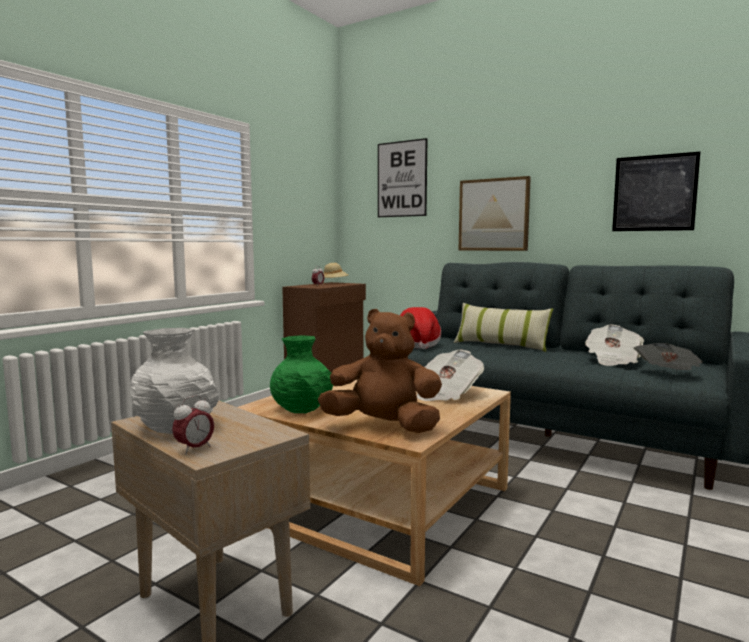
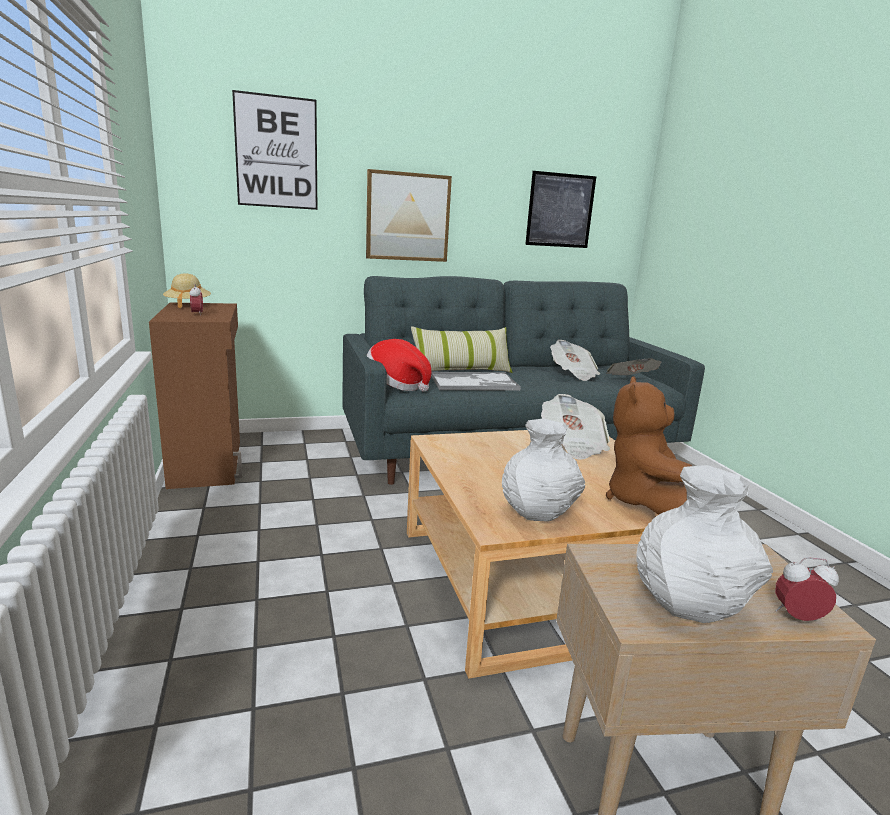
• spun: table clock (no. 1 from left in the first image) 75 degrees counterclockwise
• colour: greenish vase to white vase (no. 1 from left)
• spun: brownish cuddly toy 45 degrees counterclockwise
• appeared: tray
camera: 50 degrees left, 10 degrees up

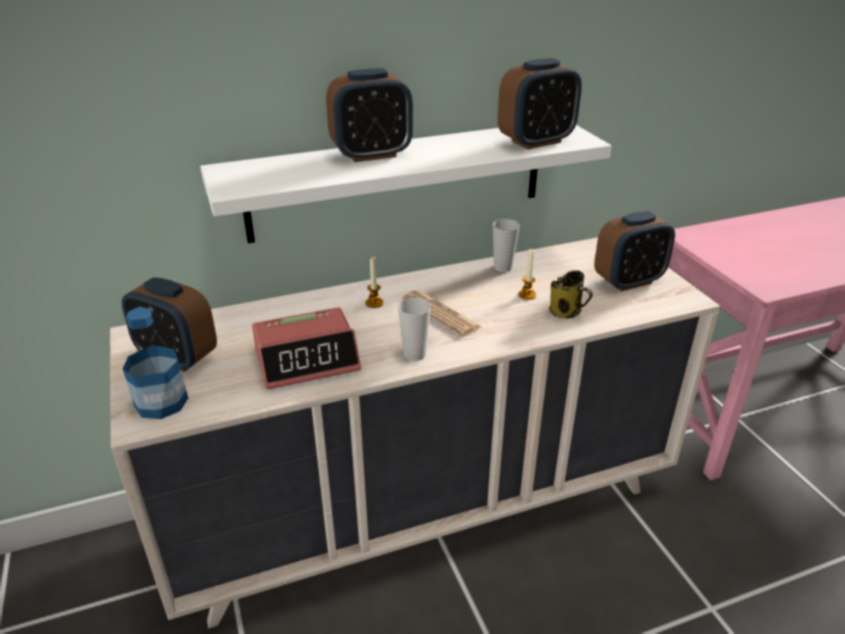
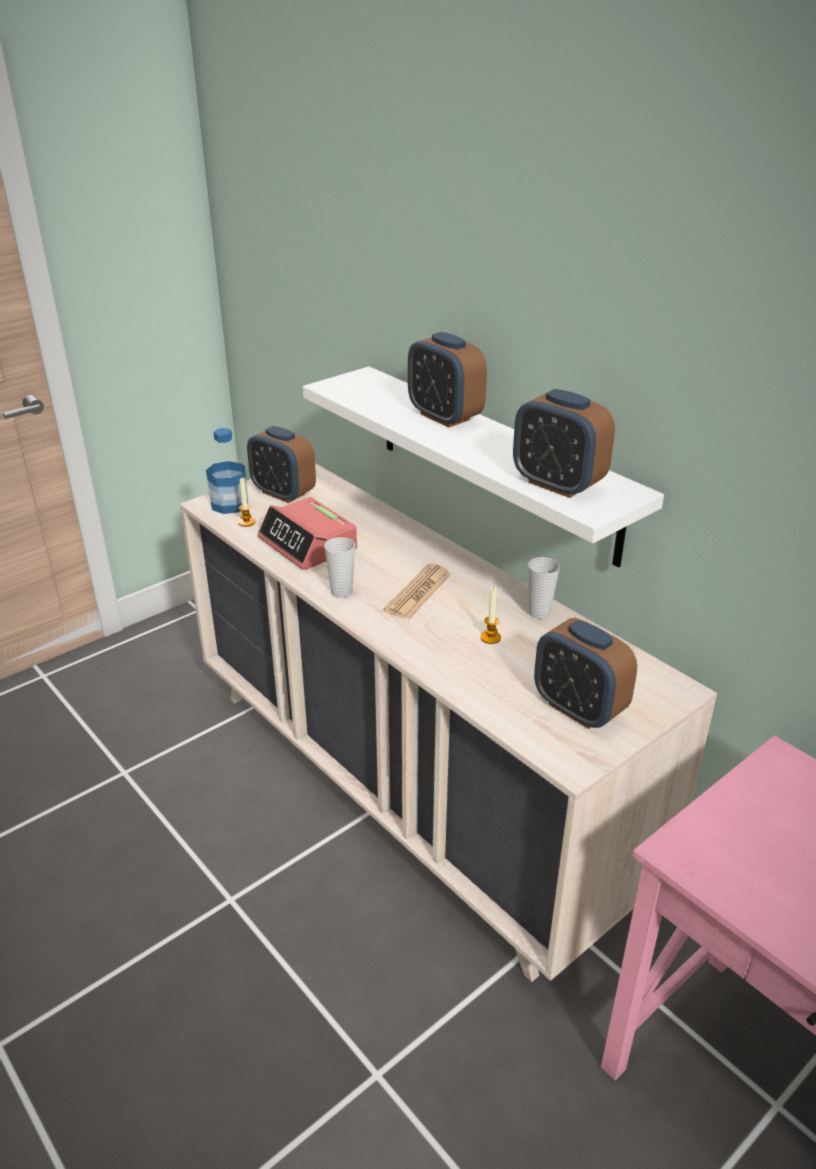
• spun: table clock (no. 1 from left) 60 degrees counterclockwise
• relocated: wax candle (no. 1 from left)
• missing: coffee mug
camera: 70 degrees right, 0 degrees up

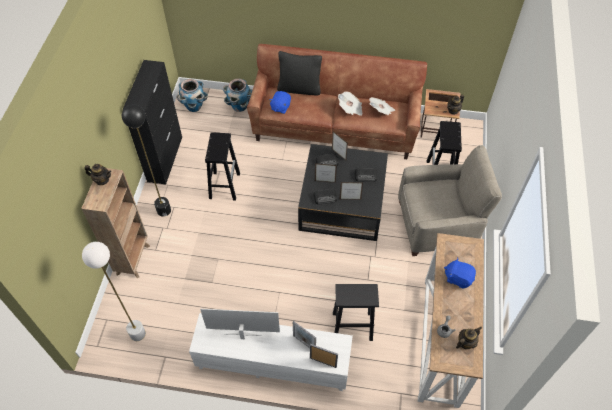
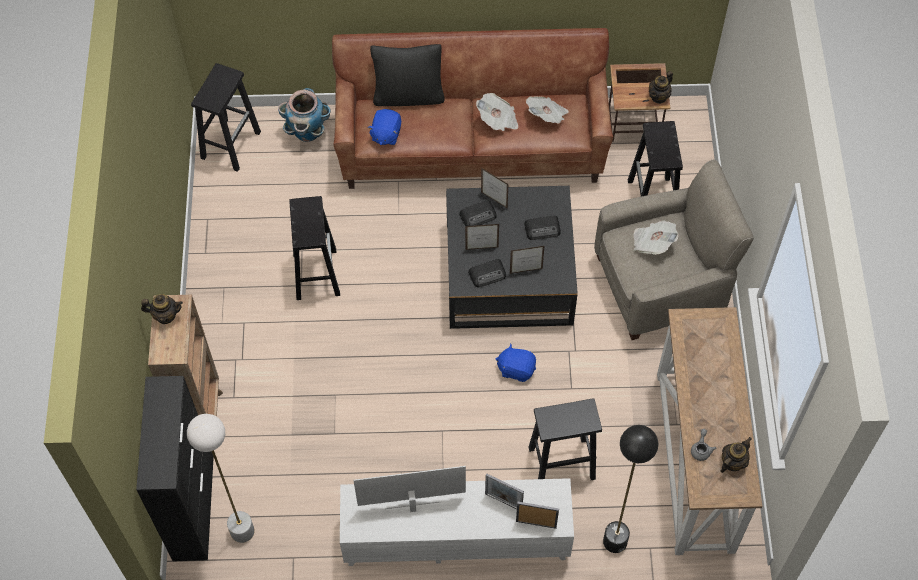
• relocated: black floor lamp
• relocated: black cupboard
• exchanged: planter (no. 1 from left) to black sitting stool (no. 1 from left)
• relocated: blue-coloured cuddly toy (no. 2 from left)
• appeared: newspaper (no. 3 from left)
camera: 10 degrees left, 5 degrees up

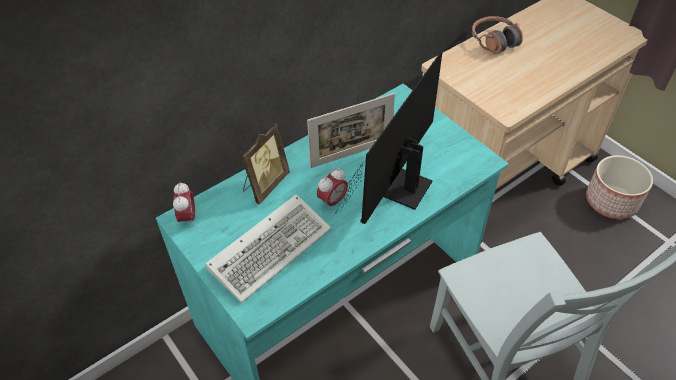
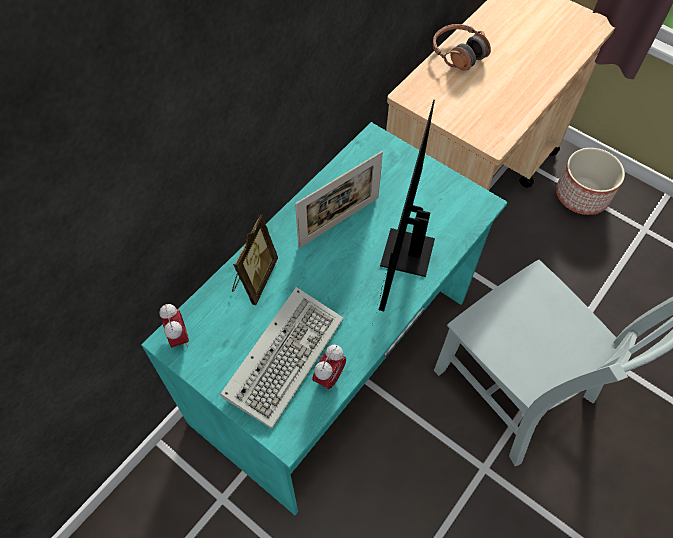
• relocated: table clock (no. 2 from left)
camera: 15 degrees left, 10 degrees up

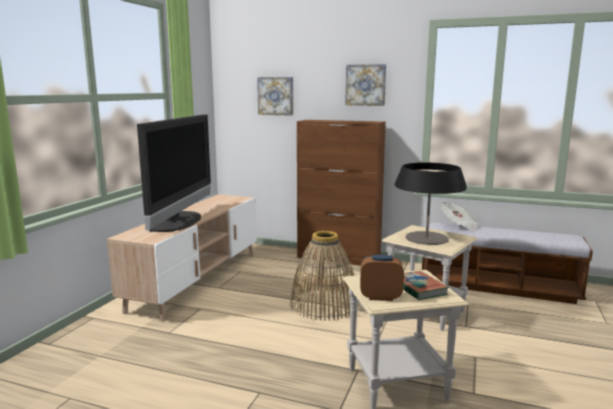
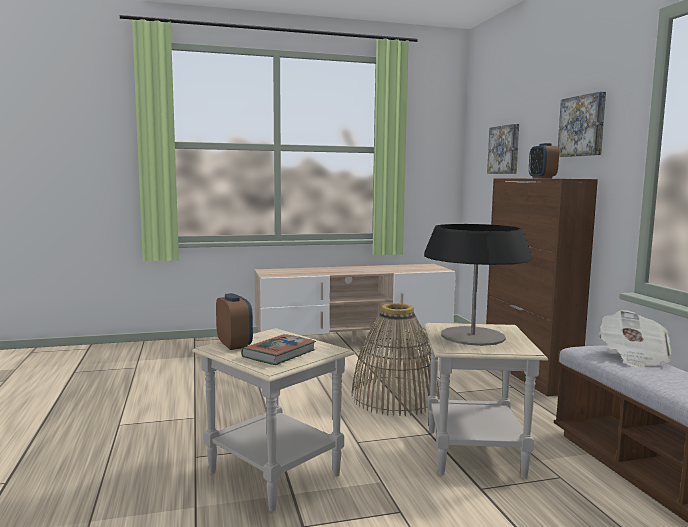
• missing: TV
• appeared: table clock (no. 2 from left)
camera: 55 degrees right, 5 degrees down

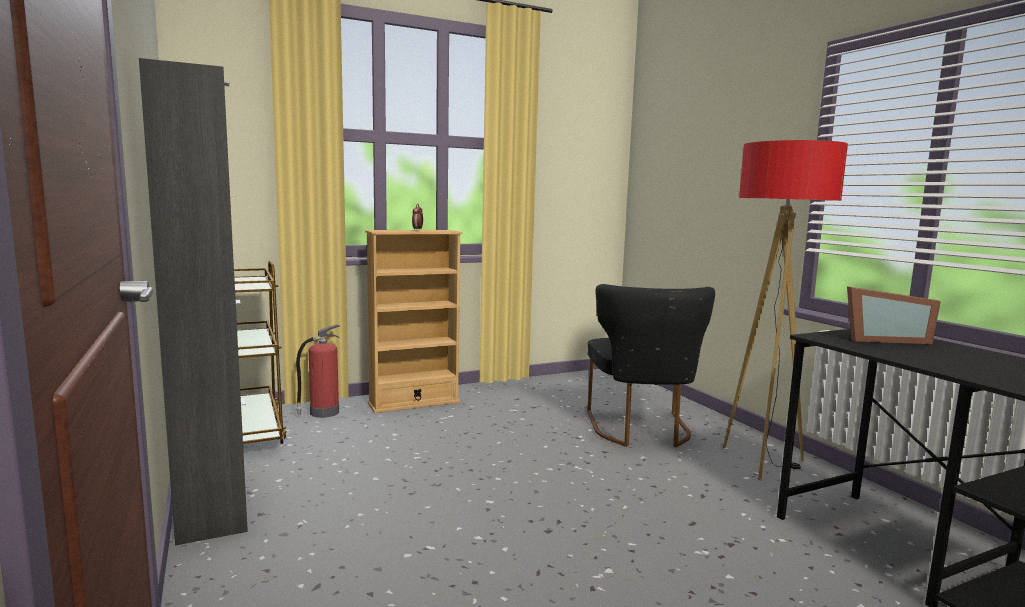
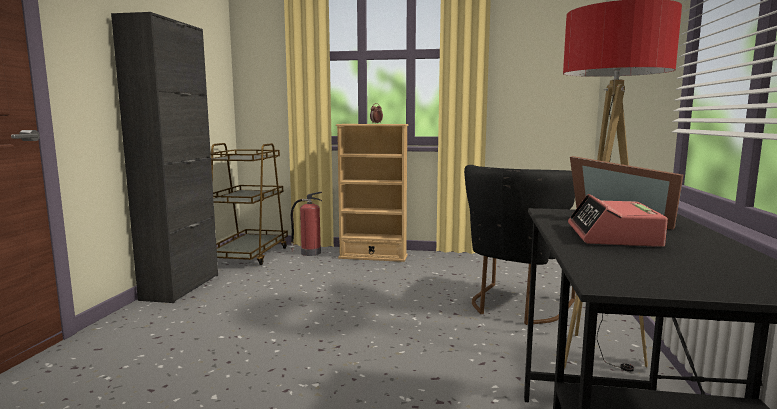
• appeared: table clock (no. 2 from left)
camera: 35 degrees right, 0 degrees up

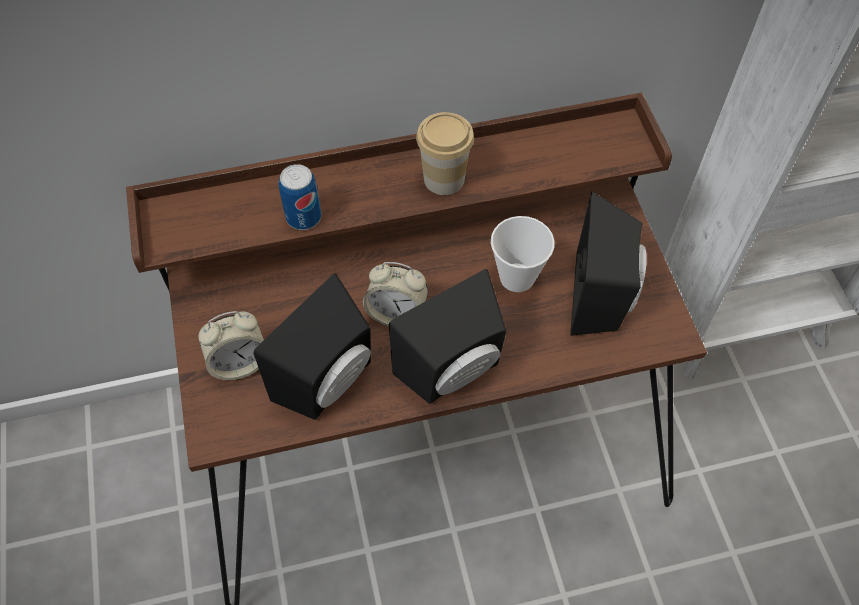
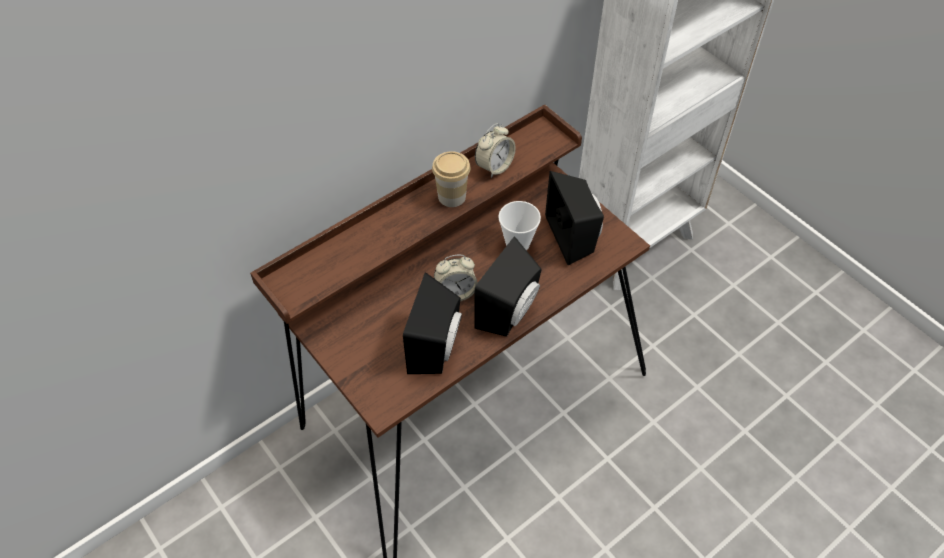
• relocated: table clock (no. 1 from left in the first image) to table clock (no. 2 from left)
• missing: sealed can
camera: 25 degrees left, 5 degrees down

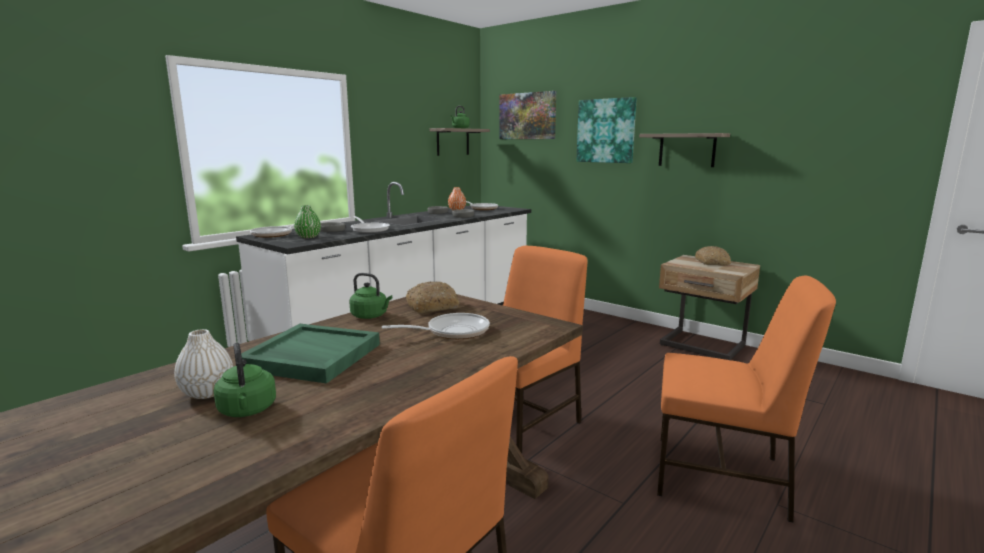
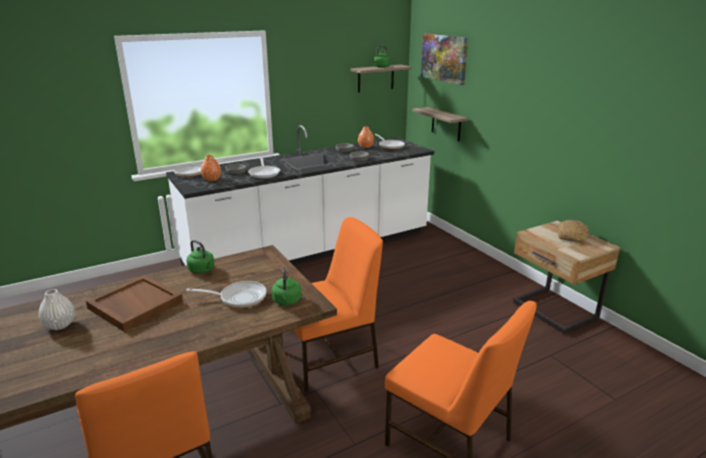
• relocated: greenish tea kettle (no. 1 from left in the first image) to greenish tea kettle (no. 2 from left)
• colour: greenish tray to brownish tray
• colour: greenish vase to orange vase (no. 1 from left)
• missing: baked bread (no. 1 from left)
• missing: wall picture (no. 2 from left)
• relocated: wall shelf (no. 2 from left)
camera: 20 degrees right, 10 degrees up

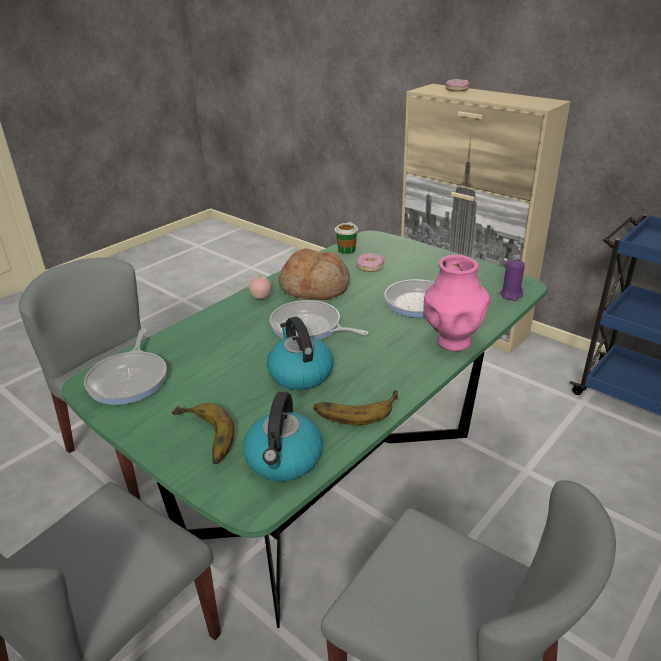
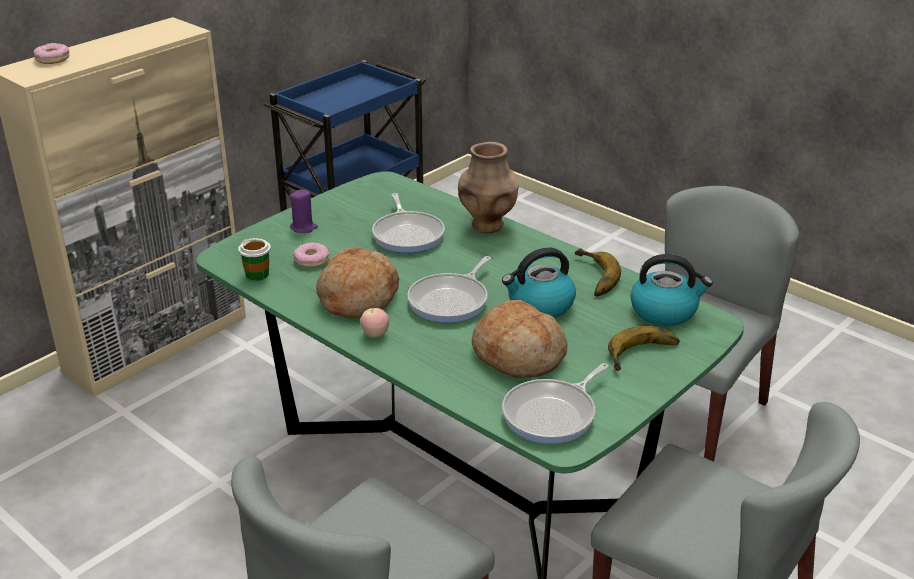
• spun: frying pan (no. 1 from left in the first image) 135 degrees clockwise
• colour: pink vase to brownish vase
• relocated: purple-coloured wax candle
• appeared: baked bread (no. 2 from left)
camera: 90 degrees left, 0 degrees up

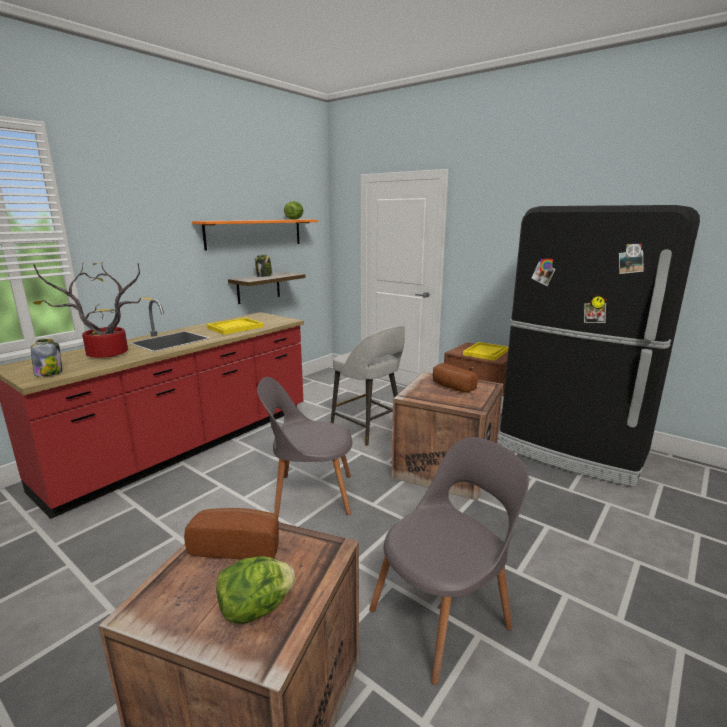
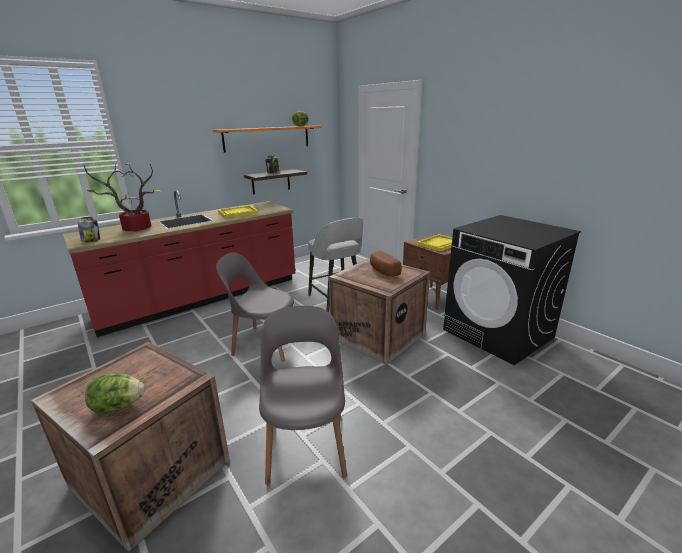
• missing: baked bread (no. 1 from left)
• spun: greyish chair (no. 2 from left) 75 degrees counterclockwise
• exchanged: black kitchen fridge to black laundry machine
camera: 15 degrees right, 5 degrees up

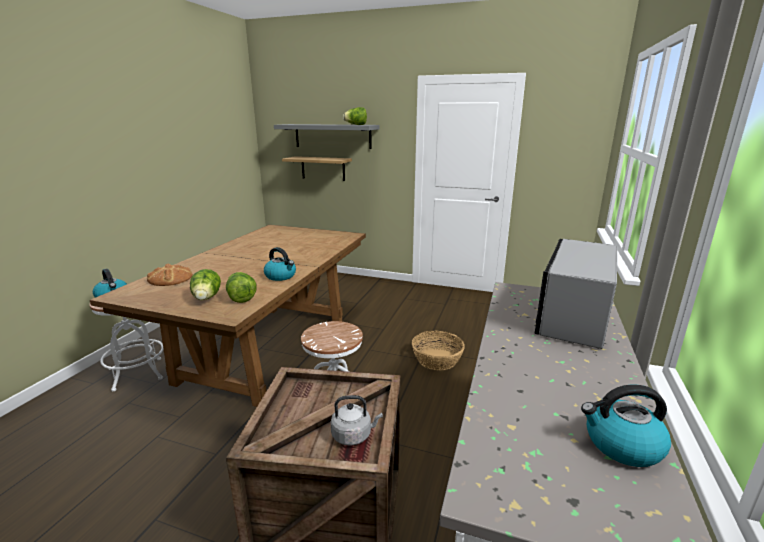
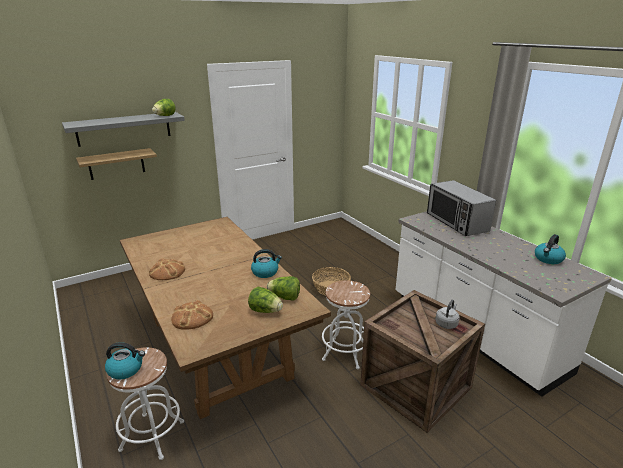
• appeared: baked bread (no. 1 from left)
camera: 50 degrees left, 5 degrees up

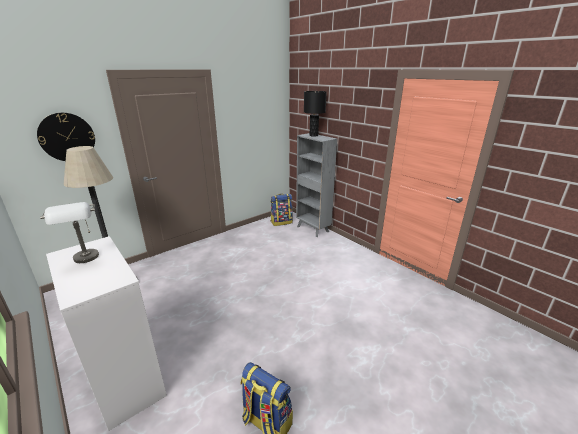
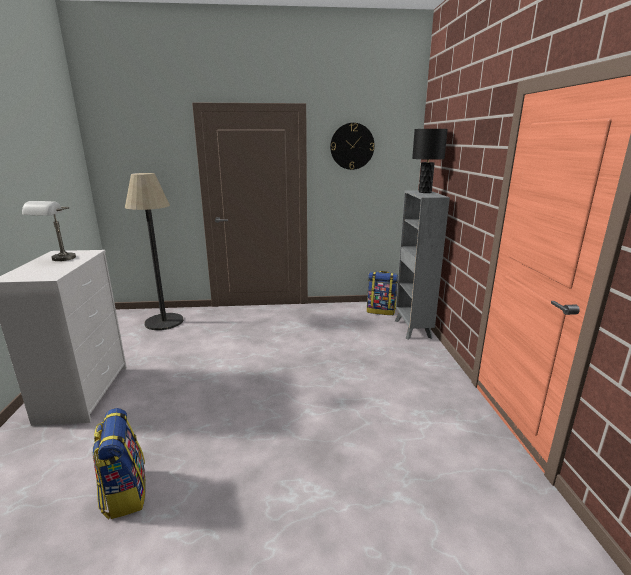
• relocated: clock on the wall
camera: 35 degrees right, 5 degrees down

